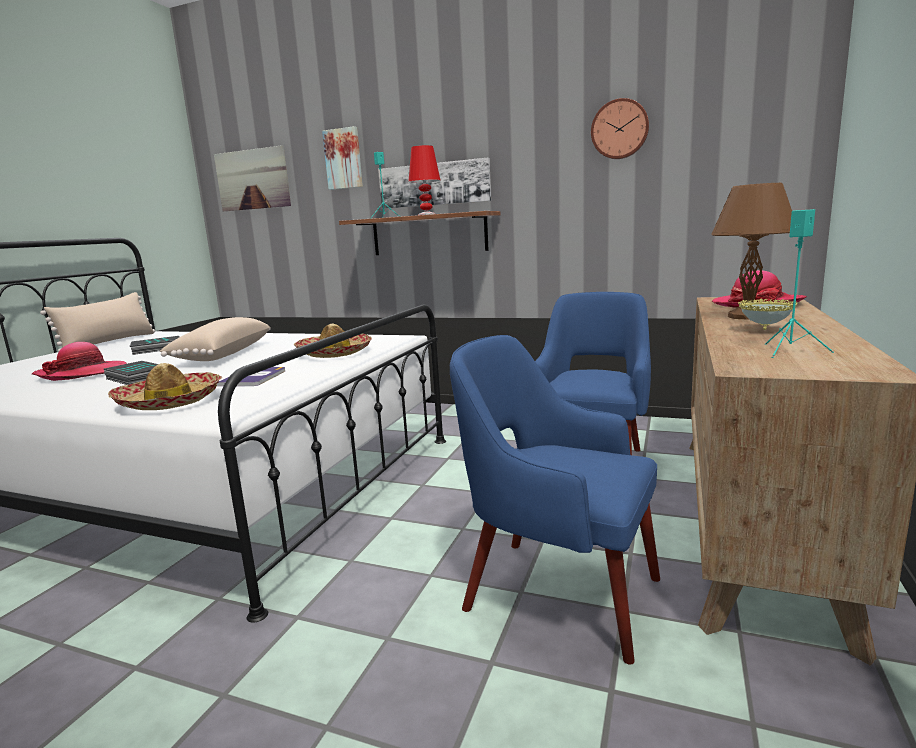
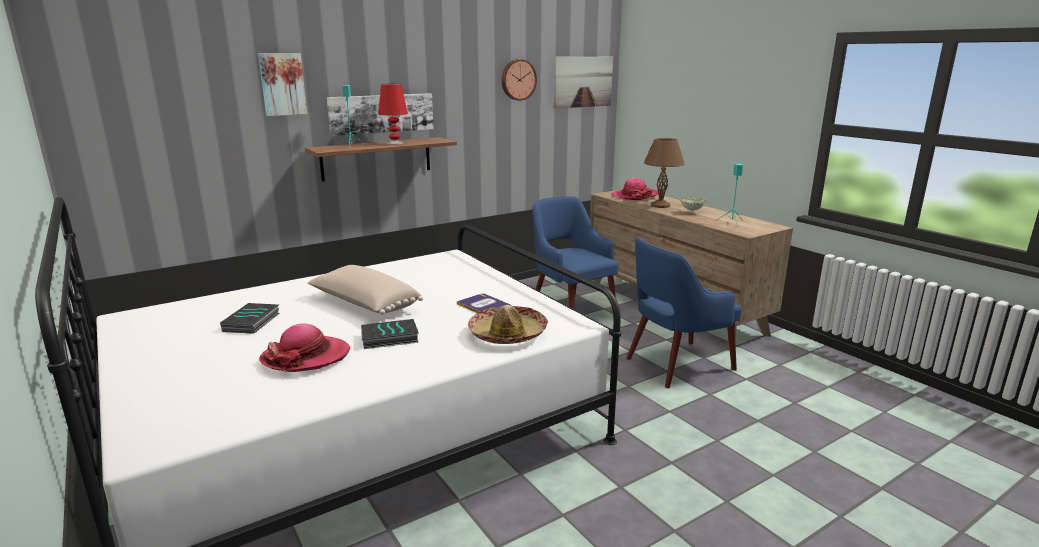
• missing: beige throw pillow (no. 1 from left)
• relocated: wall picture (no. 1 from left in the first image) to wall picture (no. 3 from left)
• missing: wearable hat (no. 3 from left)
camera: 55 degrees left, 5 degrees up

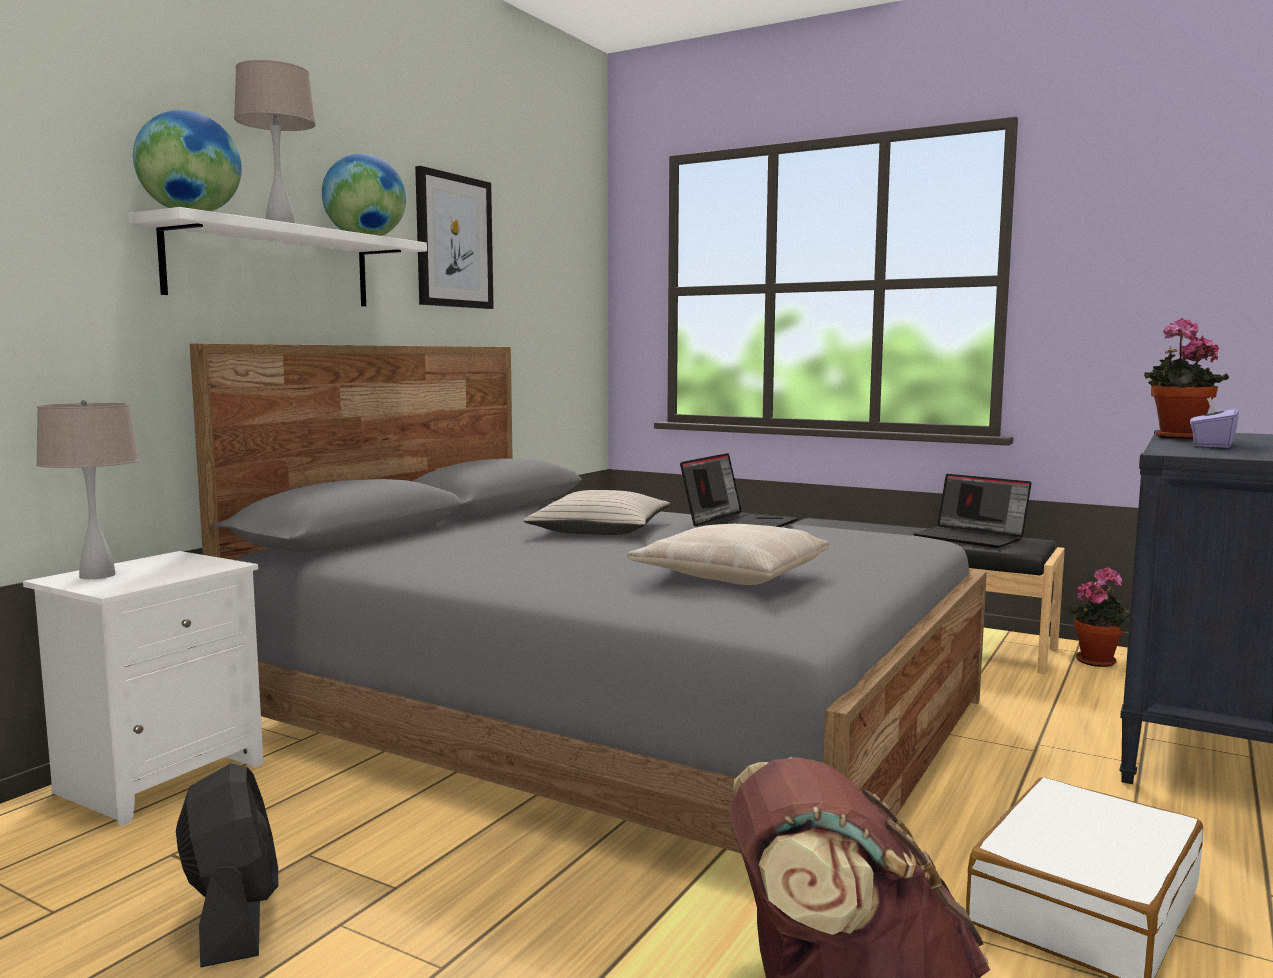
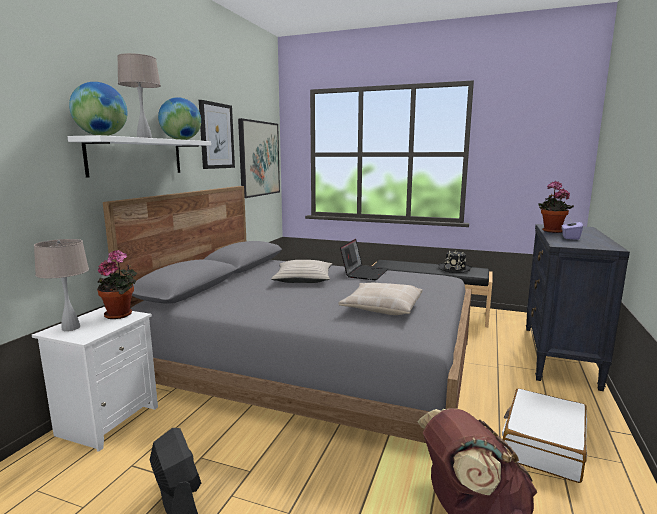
• exchanged: notebook computer (no. 2 from left) to black wearable hat
• relocated: plant in a pot (no. 1 from left)
• appeared: wall picture (no. 2 from left)
camera: 10 degrees left, 5 degrees up

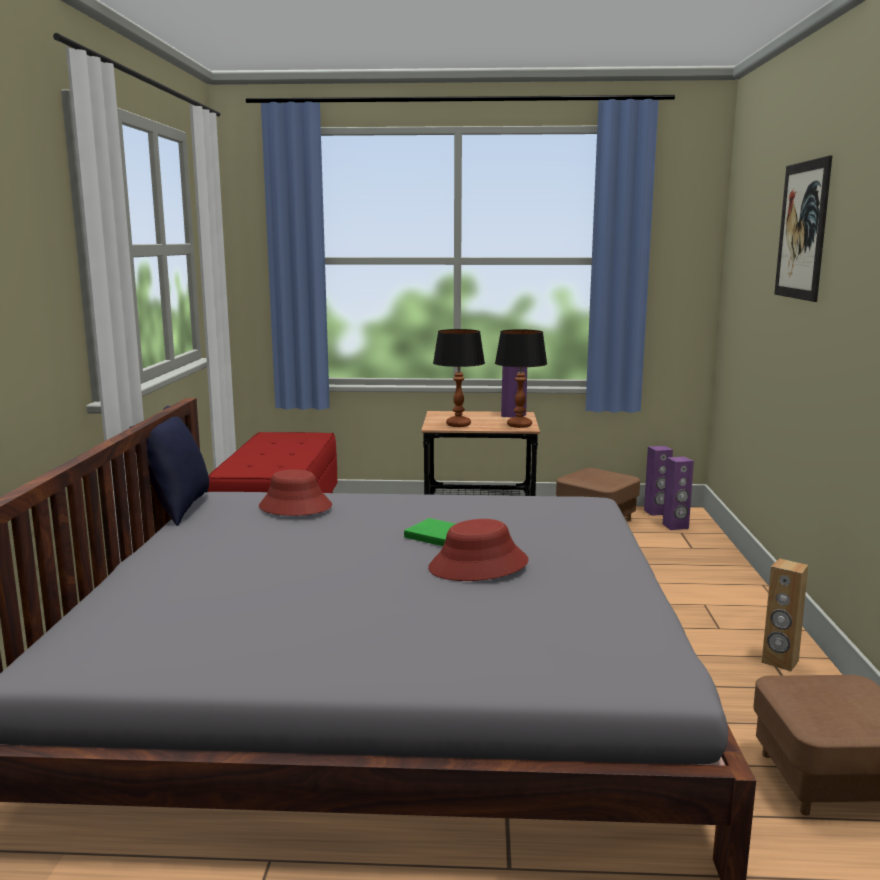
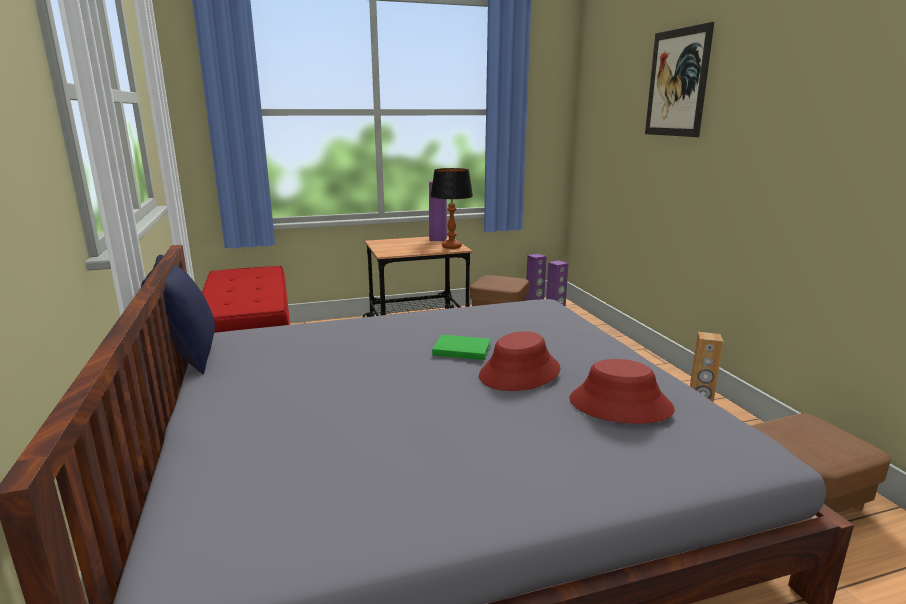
• relocated: red-coloured wearable hat (no. 1 from left in the first image) to red-coloured wearable hat (no. 2 from left)
• missing: table lamp (no. 1 from left)
camera: 20 degrees left, 5 degrees up

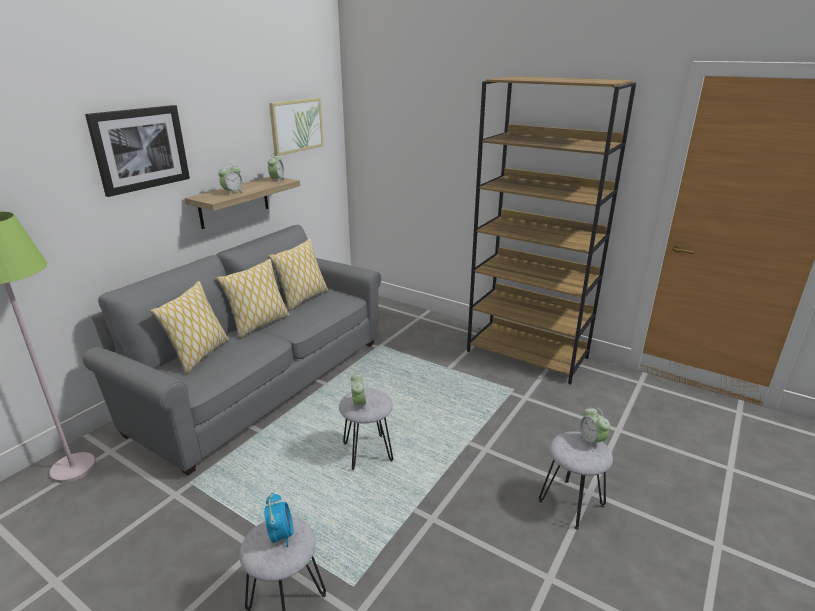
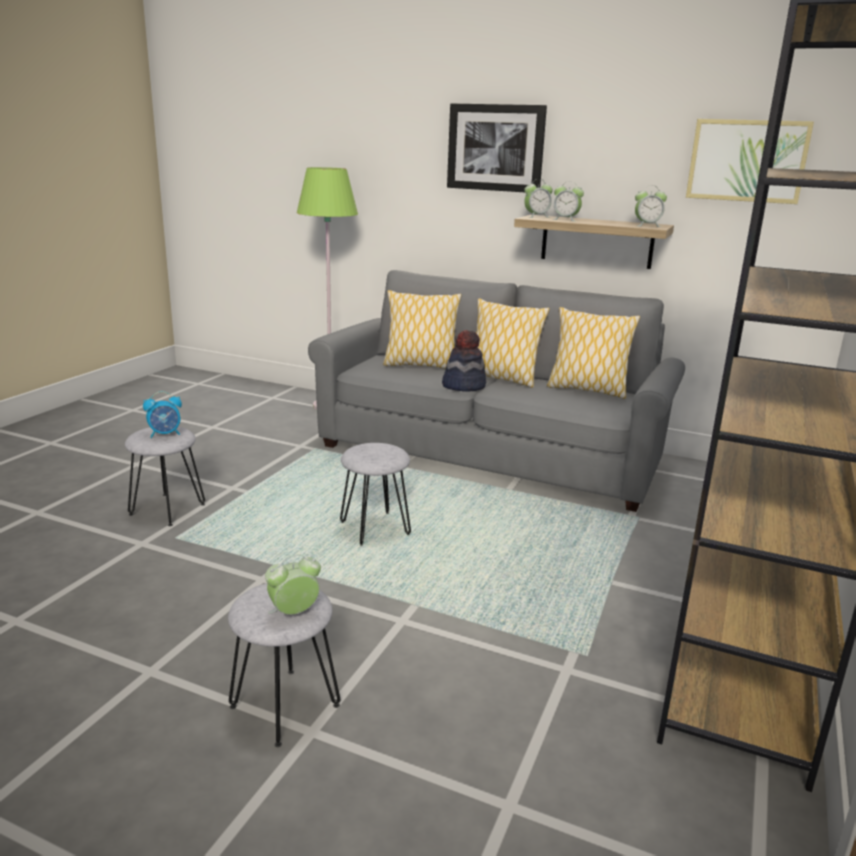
• relocated: table clock (no. 4 from left in the first image) to table clock (no. 3 from left)
• appeared: wearable hat
camera: 80 degrees right, 5 degrees down

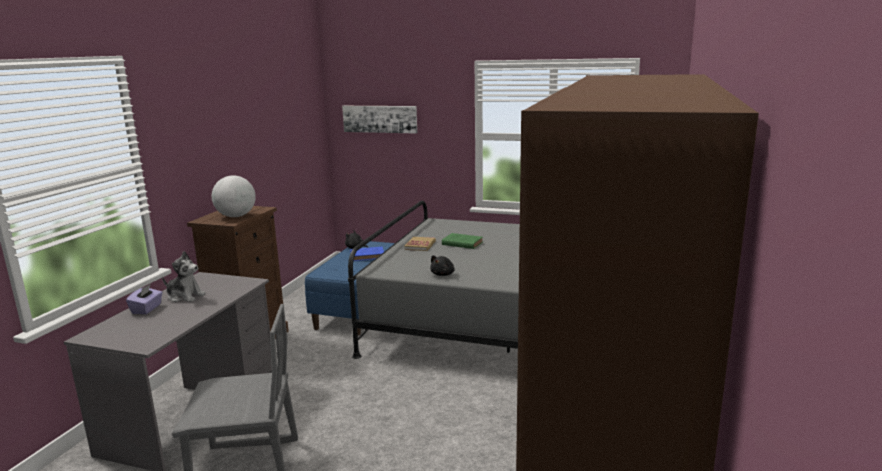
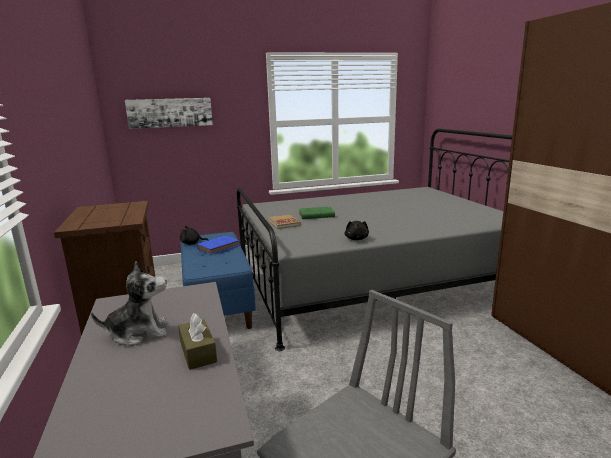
• missing: purple-coloured tissue box
• missing: world globe
• appeared: brownish tissue box
camera: 35 degrees left, 0 degrees up

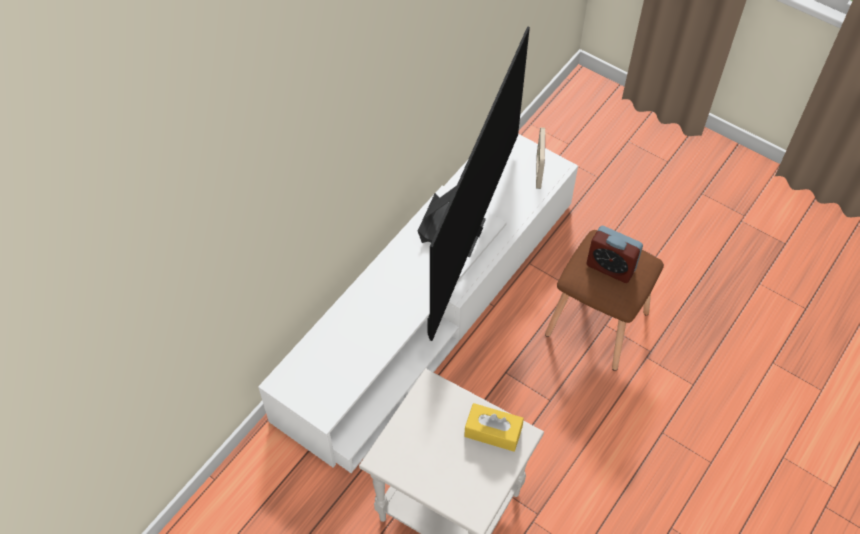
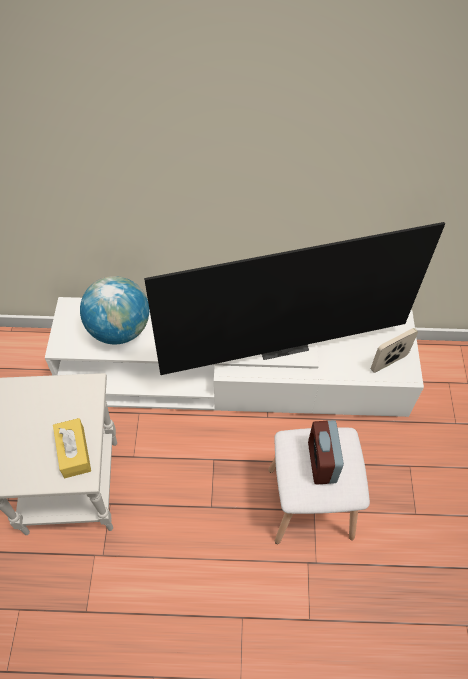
• colour: brownish sitting stool to white sitting stool
• appeared: world globe
camera: 55 degrees right, 0 degrees up

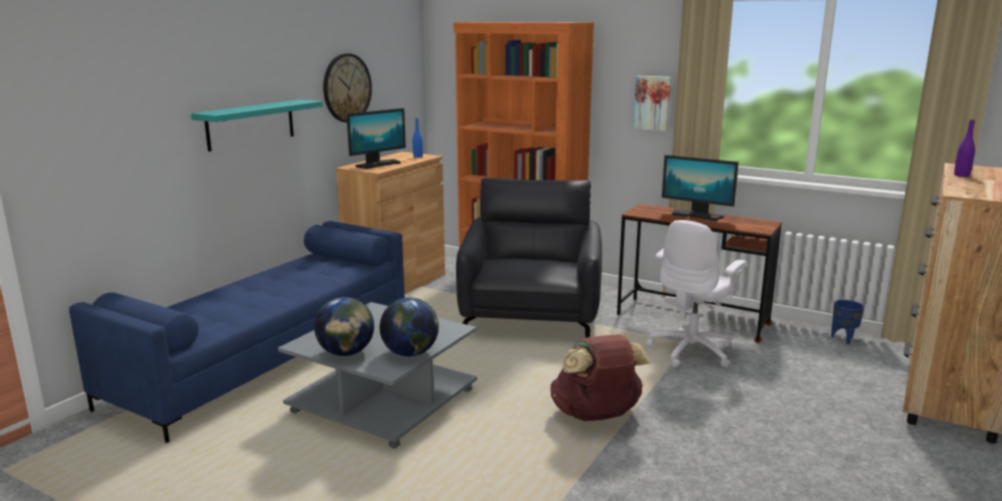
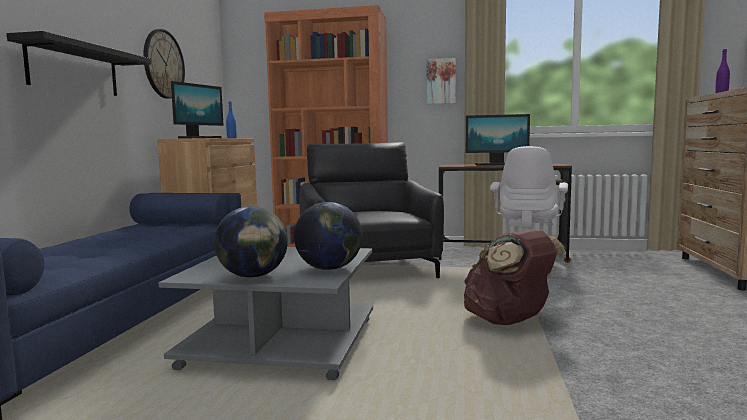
• colour: turquoise wall shelf to black wall shelf
• missing: blue-coloured planter
camera: 20 degrees left, 10 degrees down

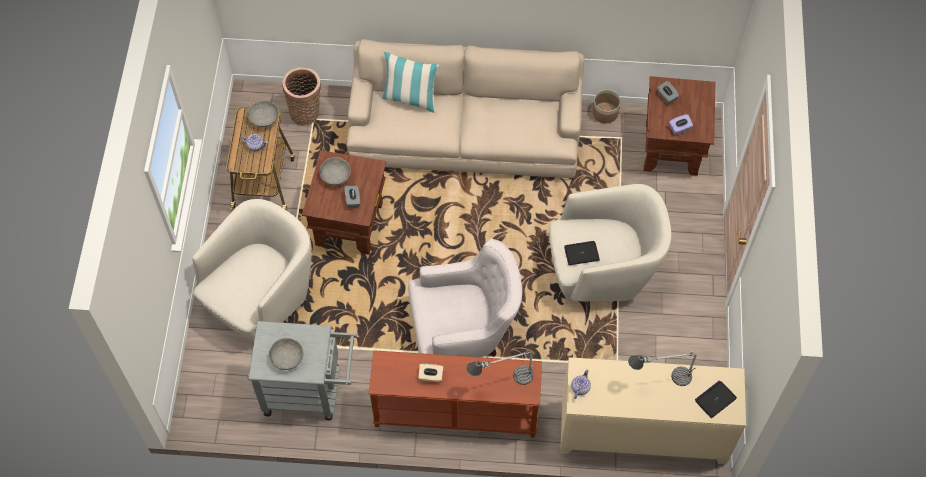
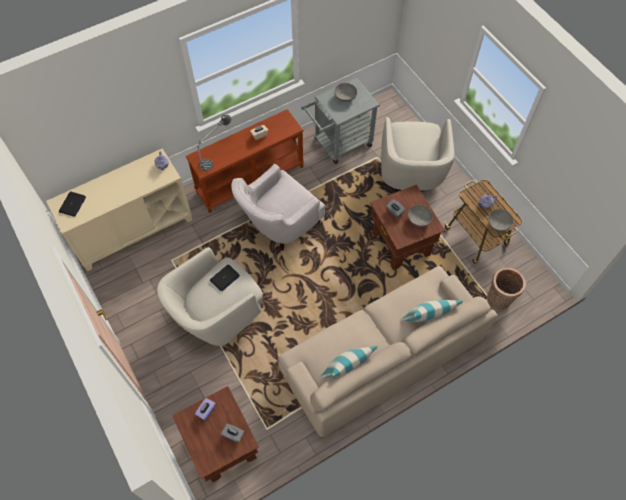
• missing: planter
• missing: table lamp (no. 2 from left)
• appeared: throw pillow (no. 1 from left)
camera: 145 degrees right, 0 degrees up

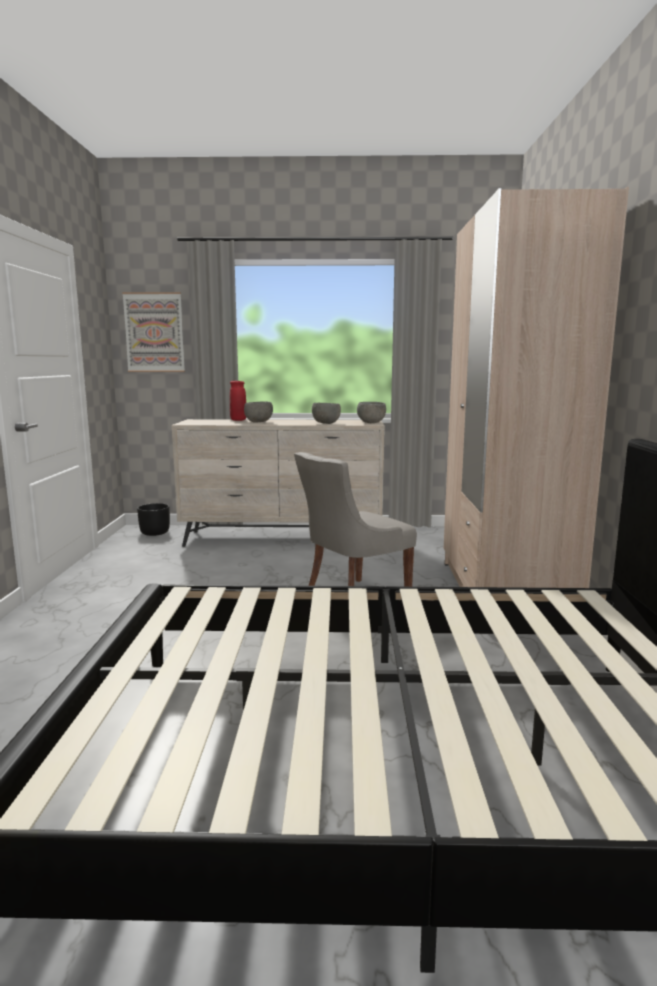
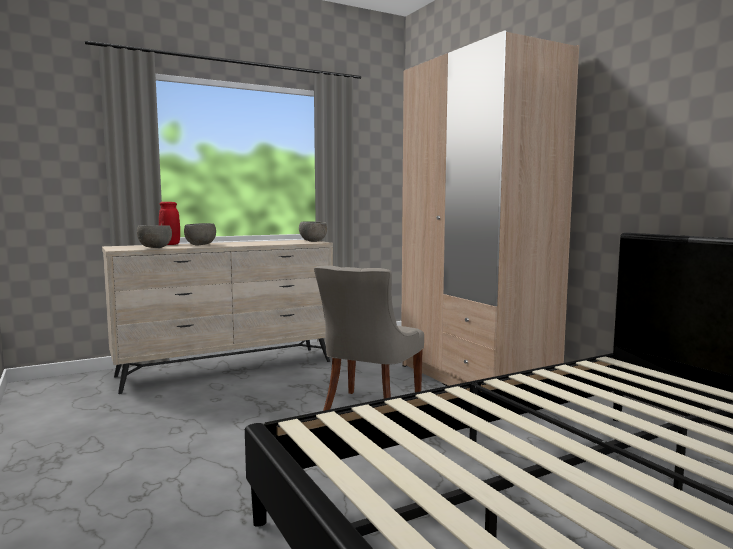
• missing: wall picture
• missing: black planter
• relocated: greyish deep dish (no. 2 from left in the first image) to greyish deep dish (no. 1 from left)
camera: 30 degrees left, 5 degrees down

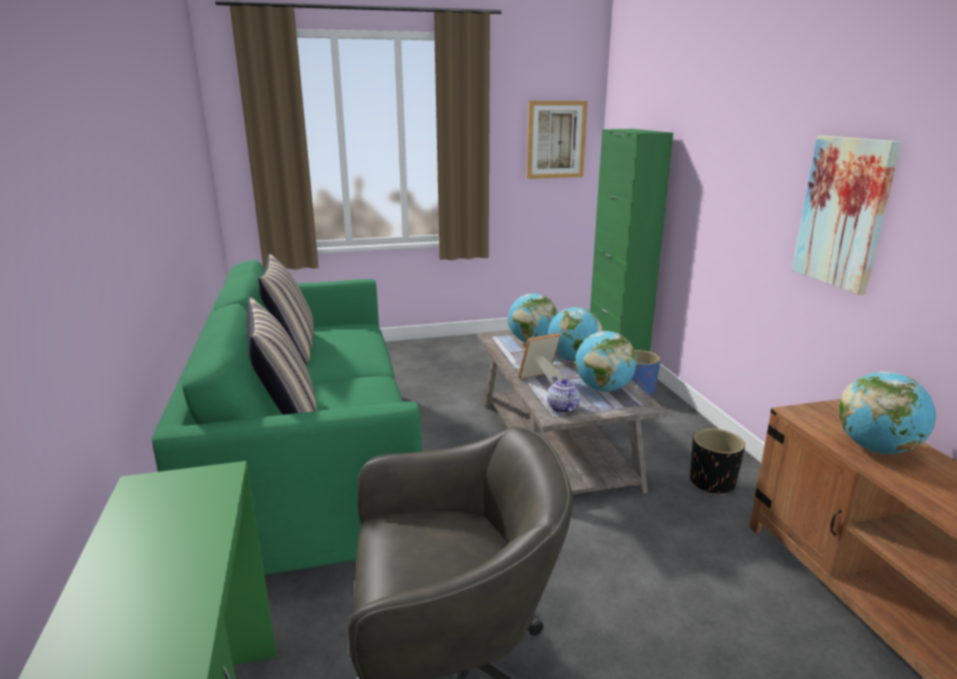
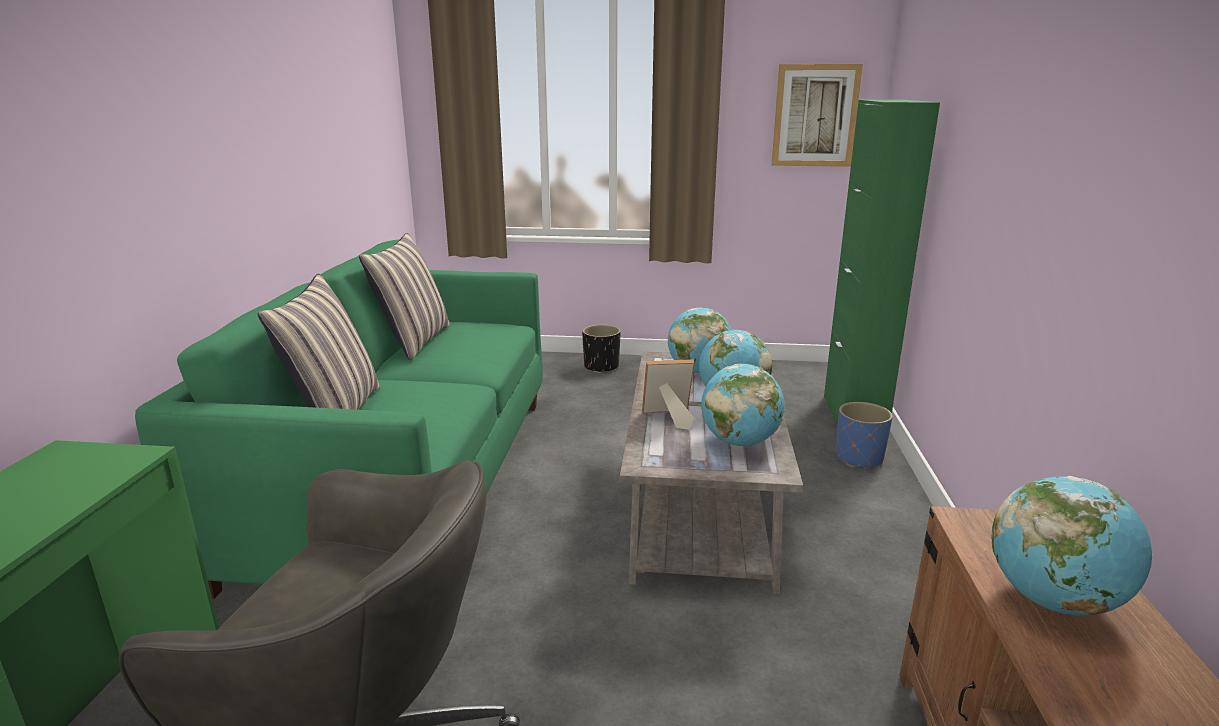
• missing: tea pot
• relocated: black planter
• missing: wall picture (no. 2 from left)
camera: 20 degrees right, 0 degrees up

